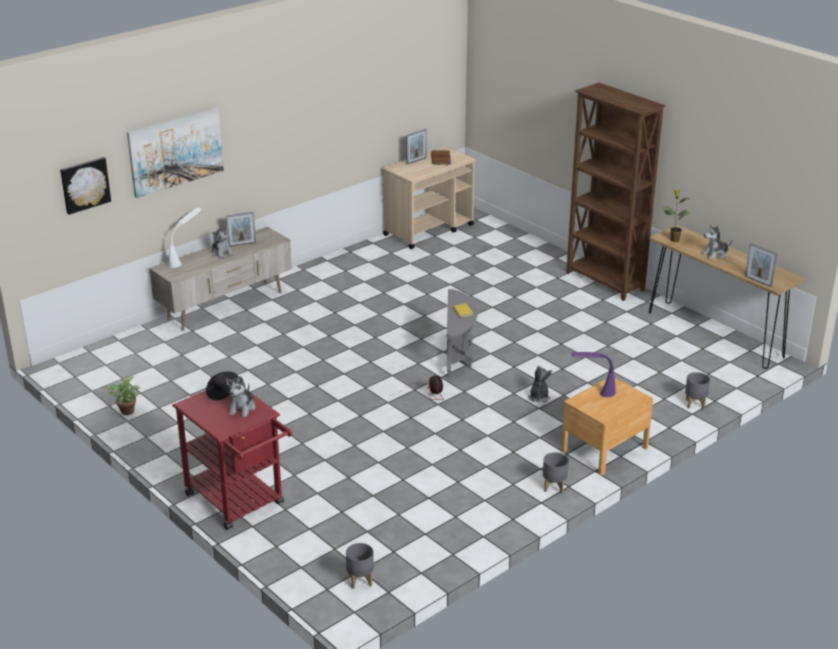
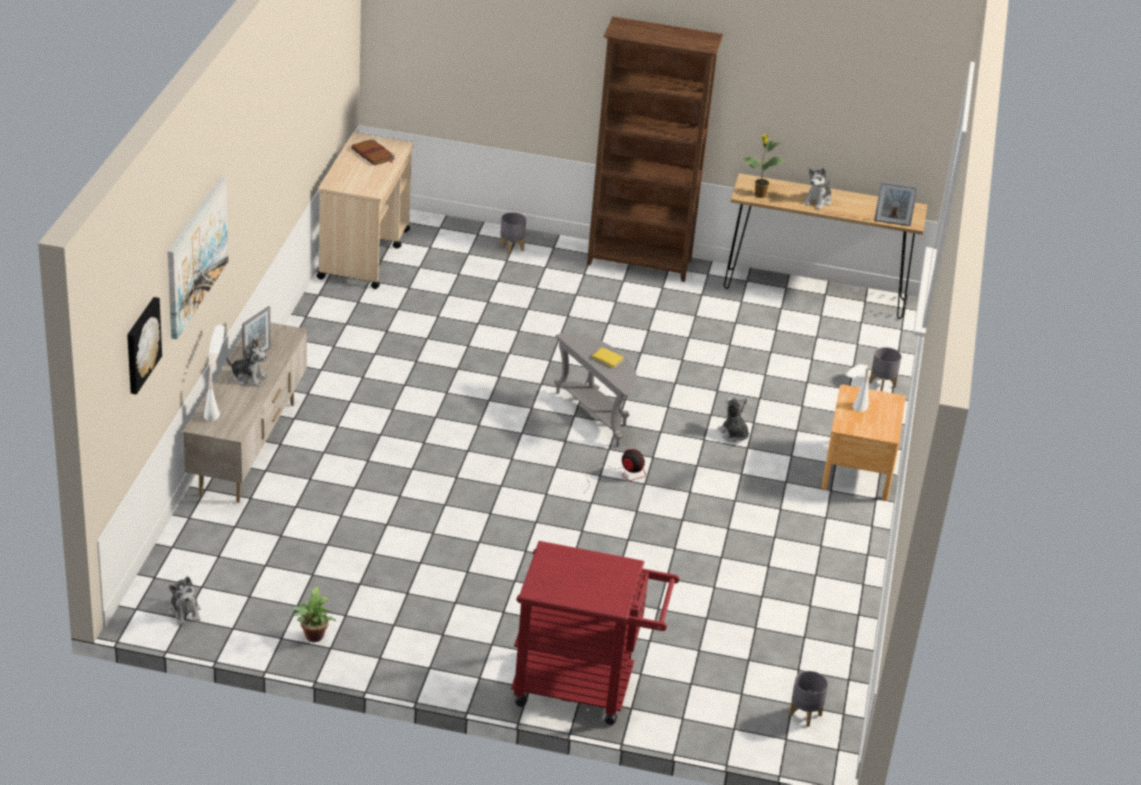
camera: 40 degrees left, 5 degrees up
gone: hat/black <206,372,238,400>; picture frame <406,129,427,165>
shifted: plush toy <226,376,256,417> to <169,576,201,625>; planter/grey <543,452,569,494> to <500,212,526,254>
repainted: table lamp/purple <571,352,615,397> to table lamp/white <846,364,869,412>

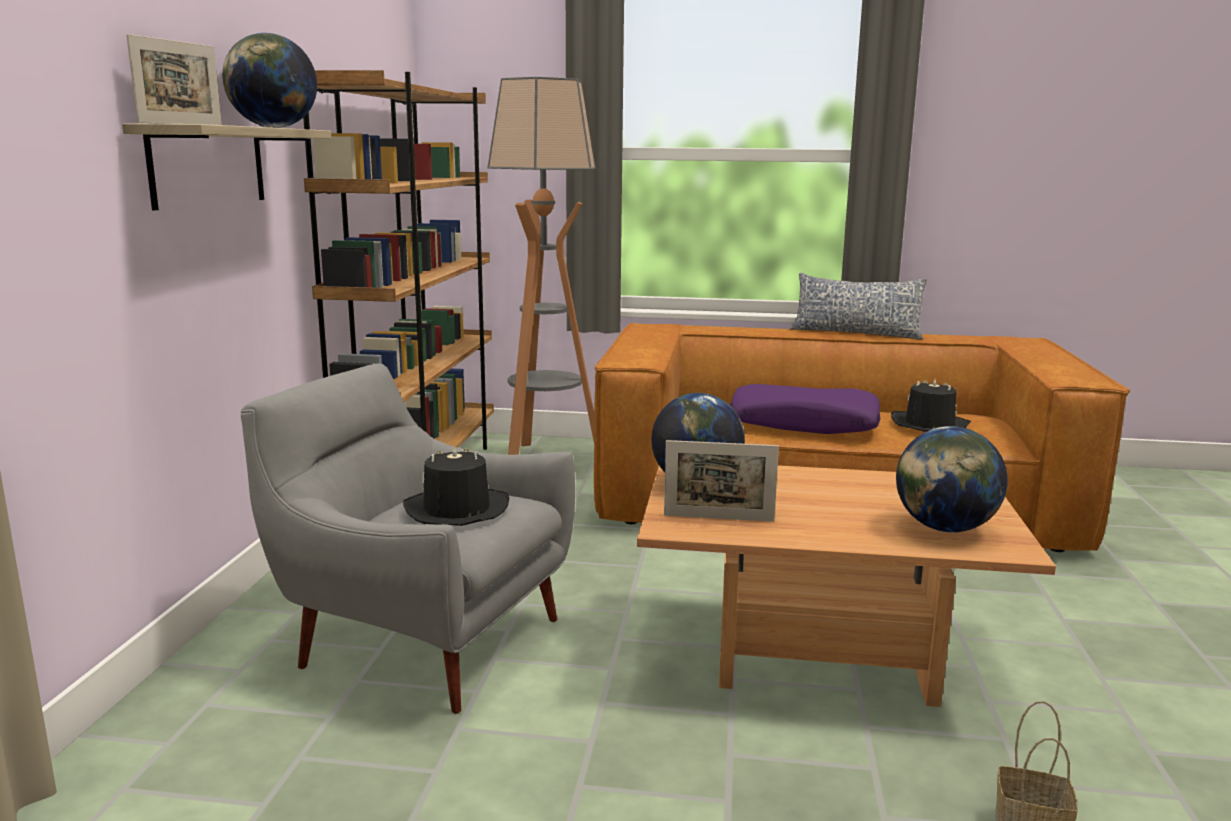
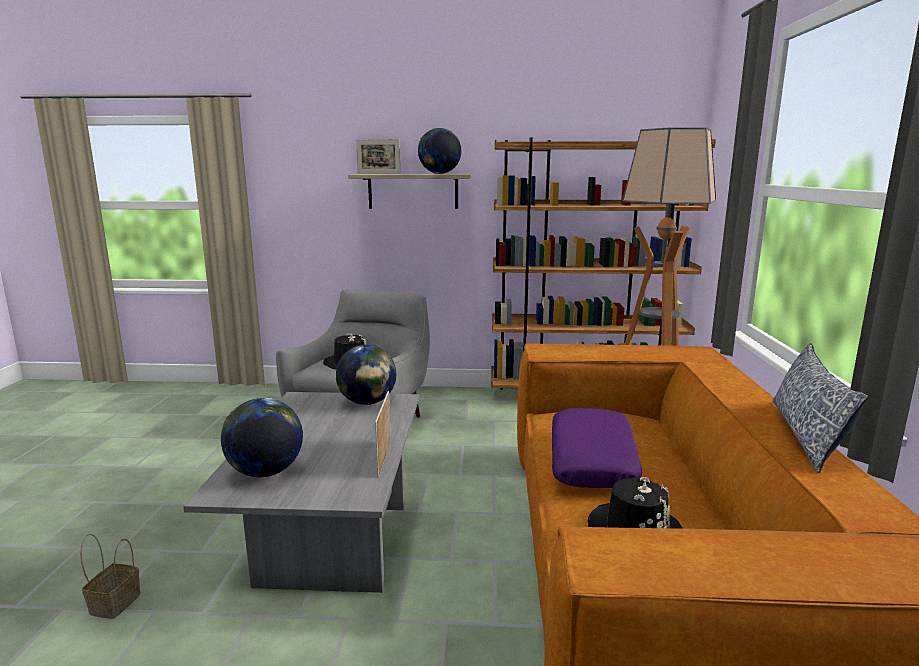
camera: 85 degrees right, 0 degrees up
shifted: picture frame <664,440,779,522> to <375,391,391,478>
repainted: coffee table/brown <637,465,1056,707> to coffee table/grey <183,392,419,593>

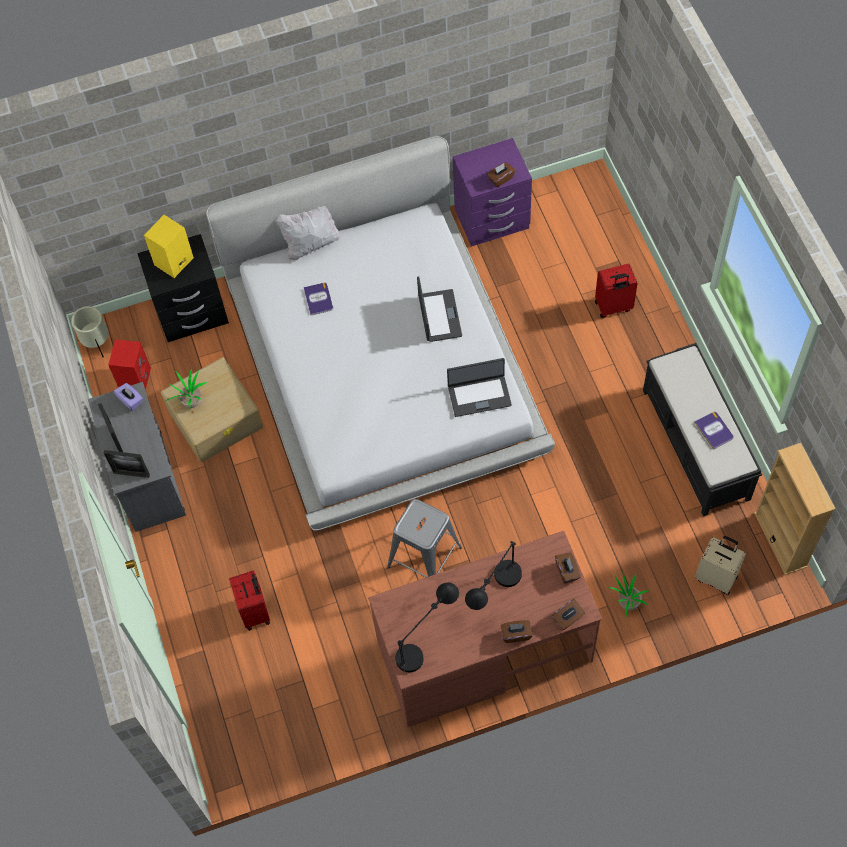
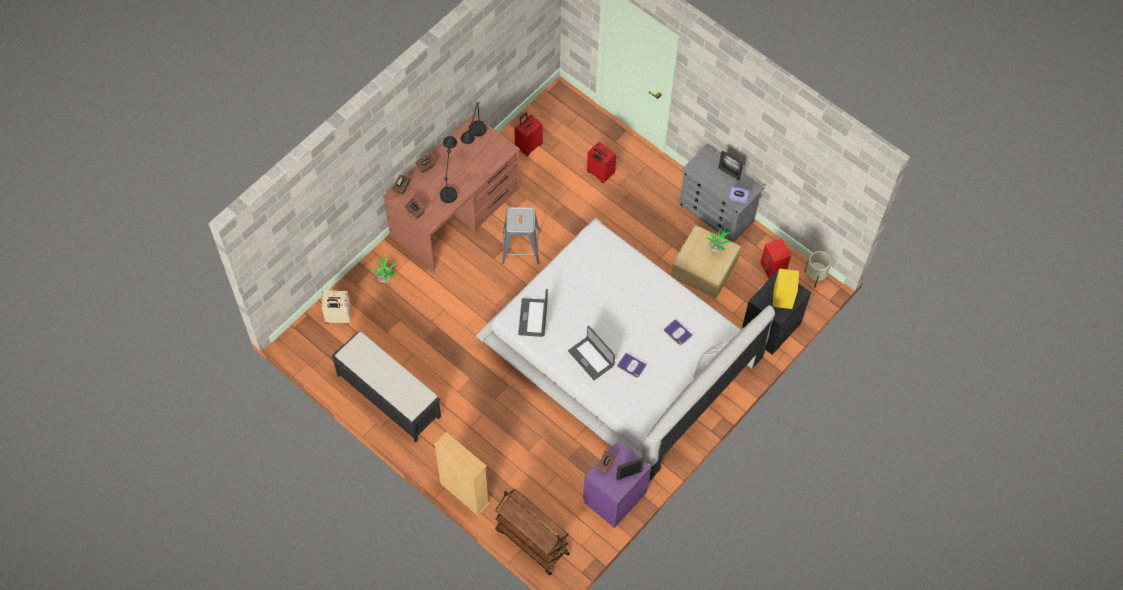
camera: 145 degrees right, 0 degrees up
new: cart/brown <495,489,570,575>
shifted: picture frame <104,450,150,478> to <616,457,644,481>; suitcase/red <595,264,638,318> to <514,113,543,156>; book <694,412,734,450> to <617,353,647,378>; bookcase/beige <754,443,836,575> to <434,432,490,515>
rotated: laptop <447,358,512,417> = <518,289,548,337> 45 degrees counterclockwise

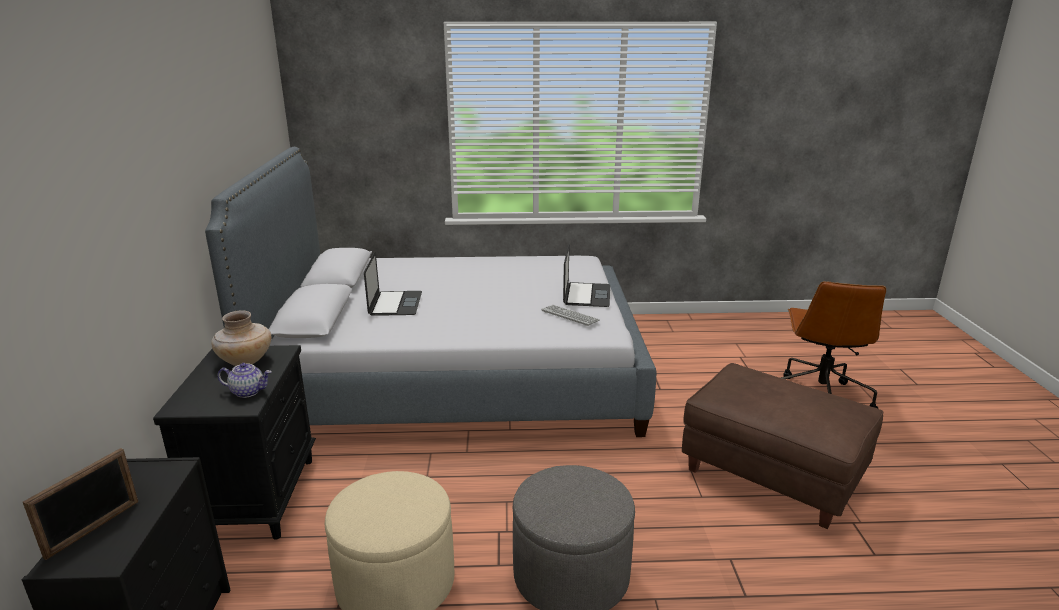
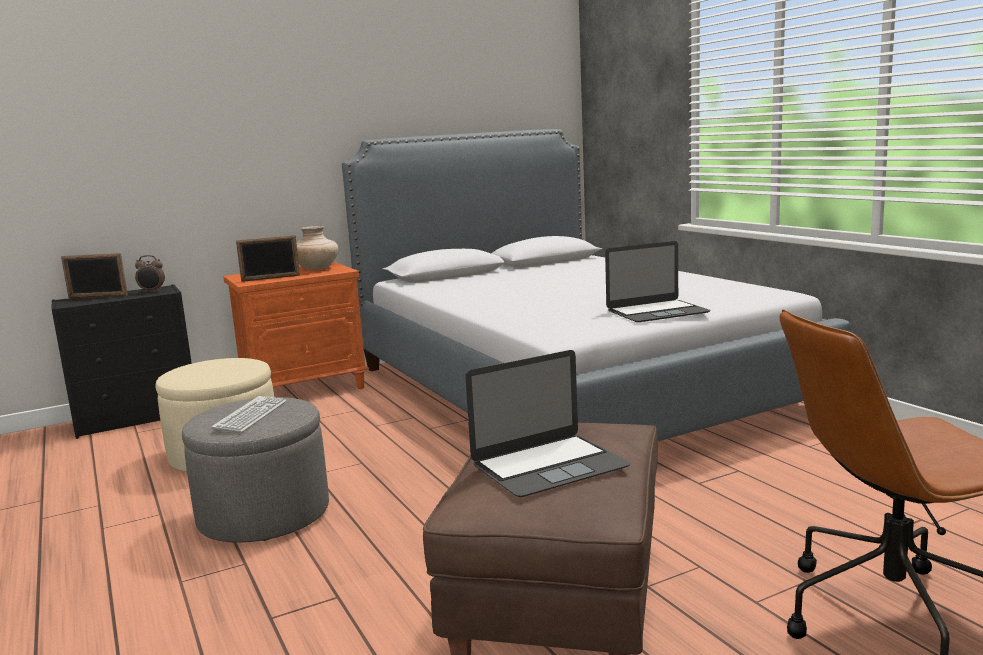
camera: 65 degrees right, 10 degrees down
new: alarm clock <135,255,165,293>
shifted: laptop <364,252,422,316> to <465,350,630,497>; keyboard <541,305,600,326> to <211,396,287,433>
swapped: teapot <218,363,271,398> to picture frame <236,235,300,282>
repainted: nightstand/black <153,345,316,540> to nightstand/orange <223,262,369,389>

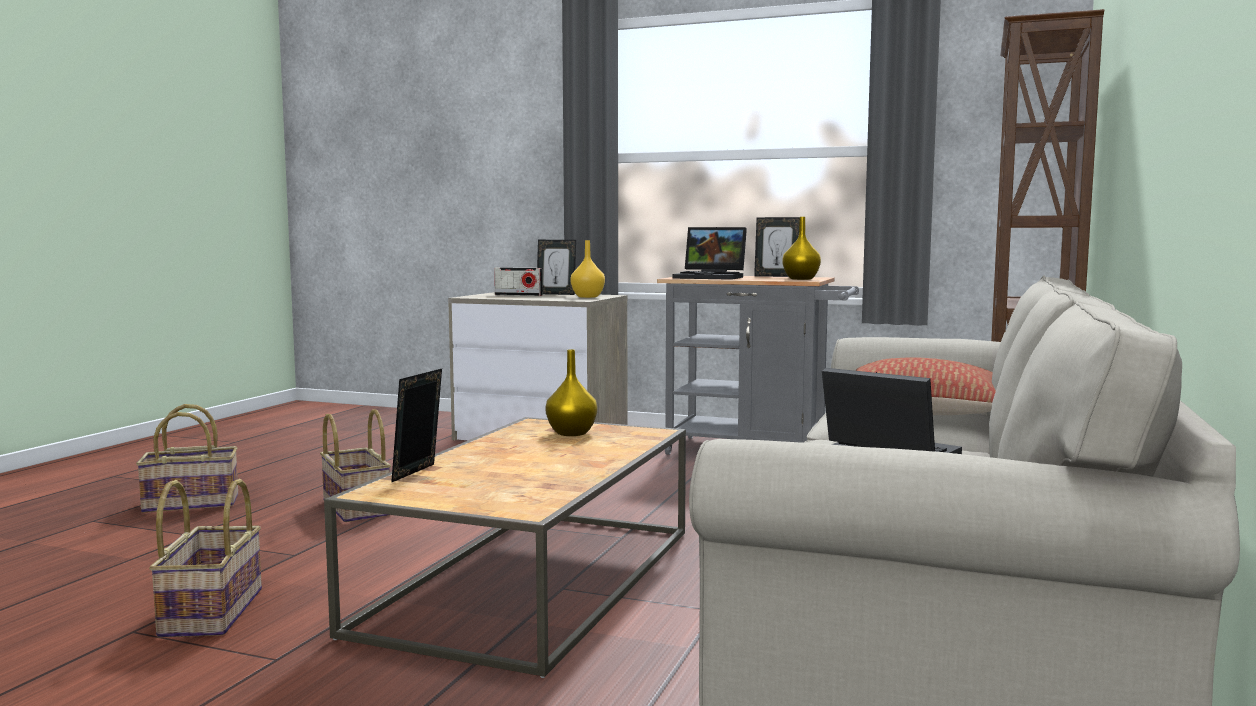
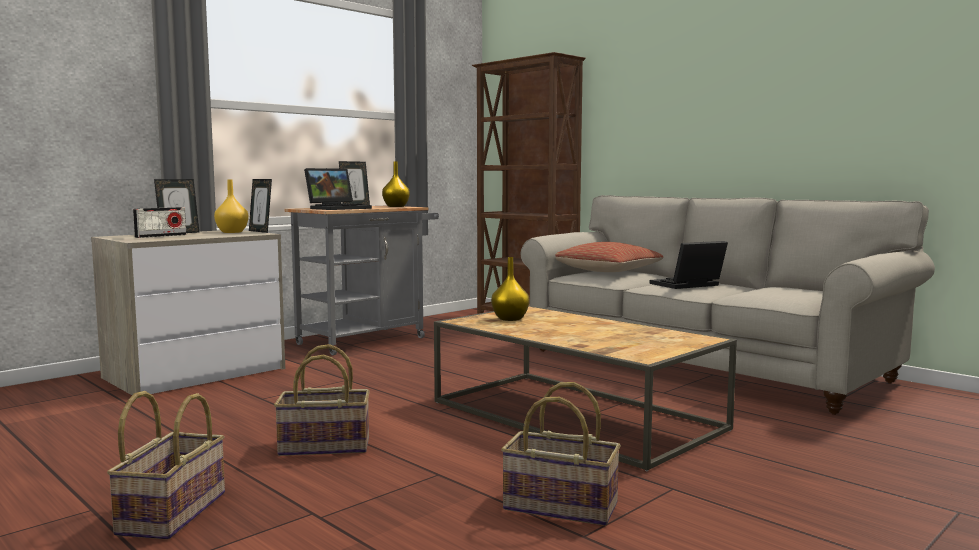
camera: 65 degrees left, 0 degrees up
shifted: picture frame <391,369,442,483> to <249,179,272,233>

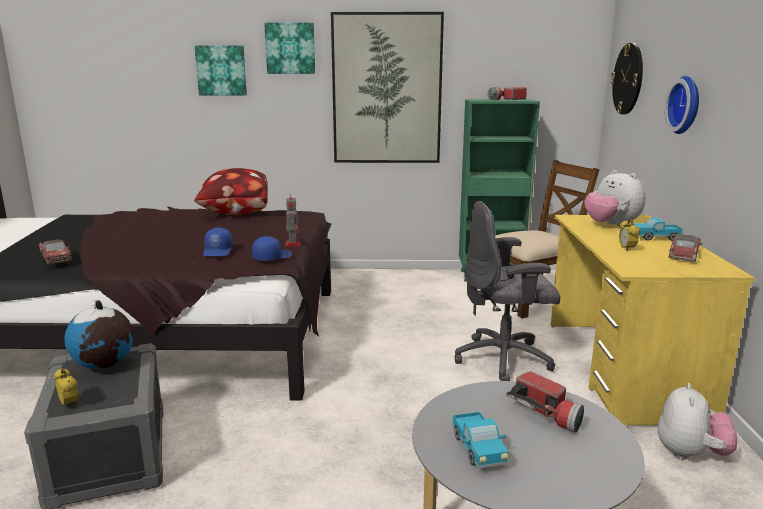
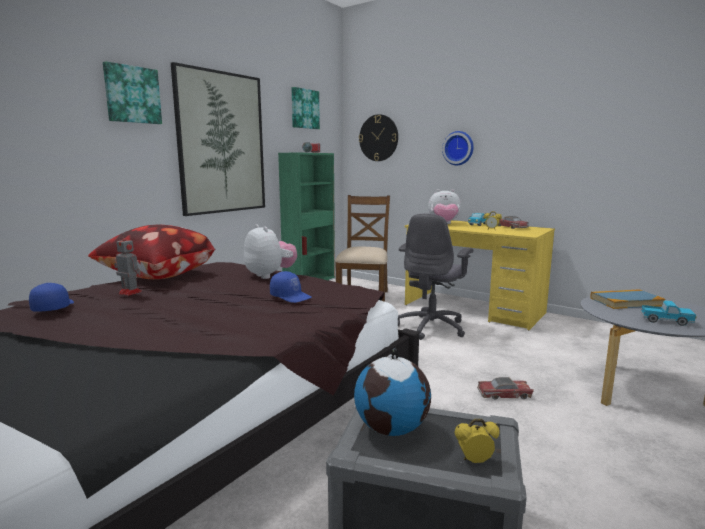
camera: 55 degrees left, 5 degrees down
shifted: toy car <39,239,72,264> to <477,377,534,400>; picture <195,45,247,95> to <292,87,320,129>; cap/blue <252,236,292,261> to <29,283,74,311>; toy robot <286,192,301,247> to <114,233,143,296>; plush toy <658,383,738,460> to <244,224,297,279>
swapped: flashlight <506,371,584,433> to book <590,289,666,309>

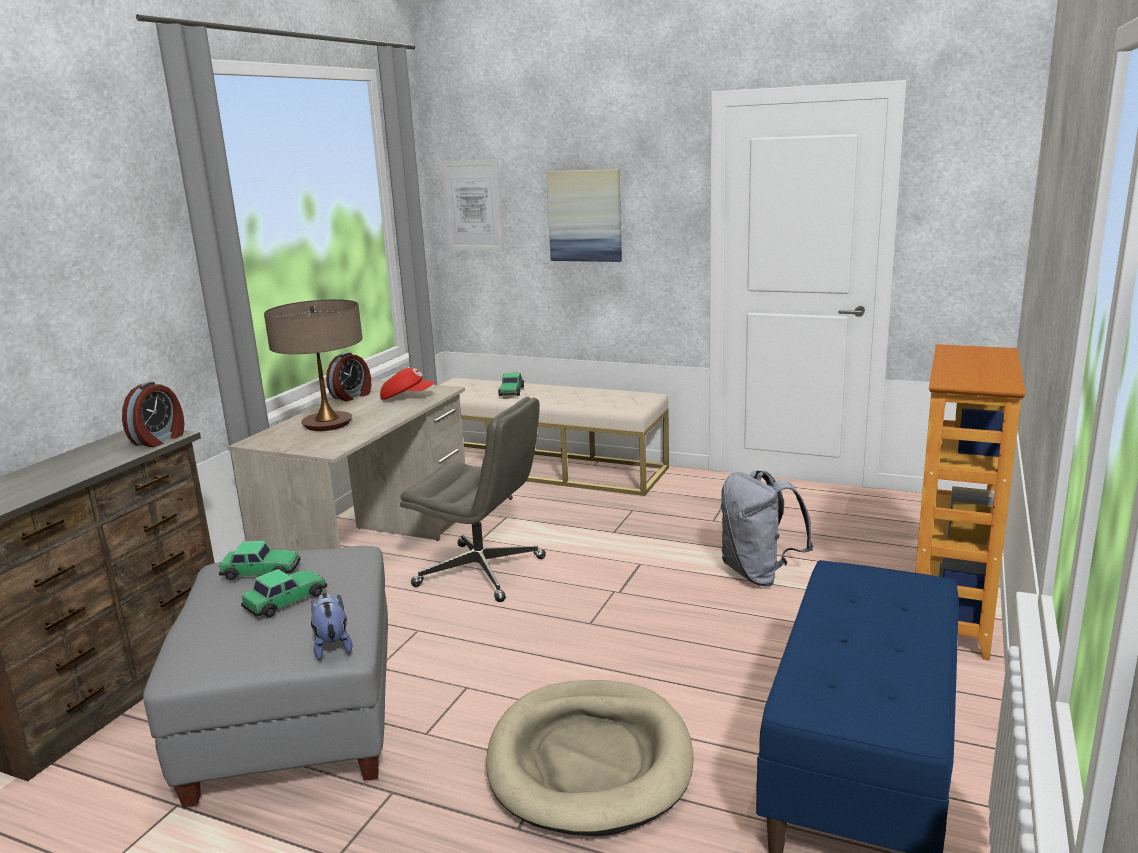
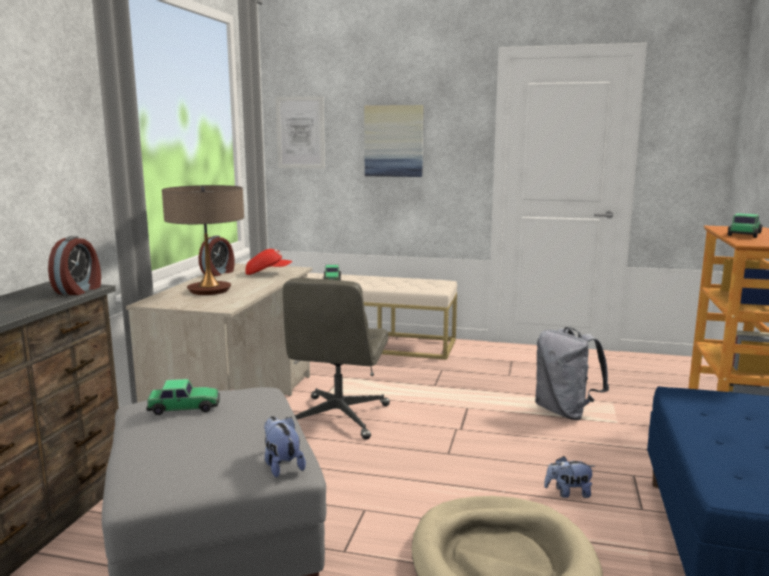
camera: 10 degrees left, 5 degrees down
new: plush toy <544,456,595,498>
shifted: toy car <241,569,327,617> to <728,213,763,238>
rotated: office chair/grey <400,397,546,602> = <283,278,390,440> 90 degrees clockwise

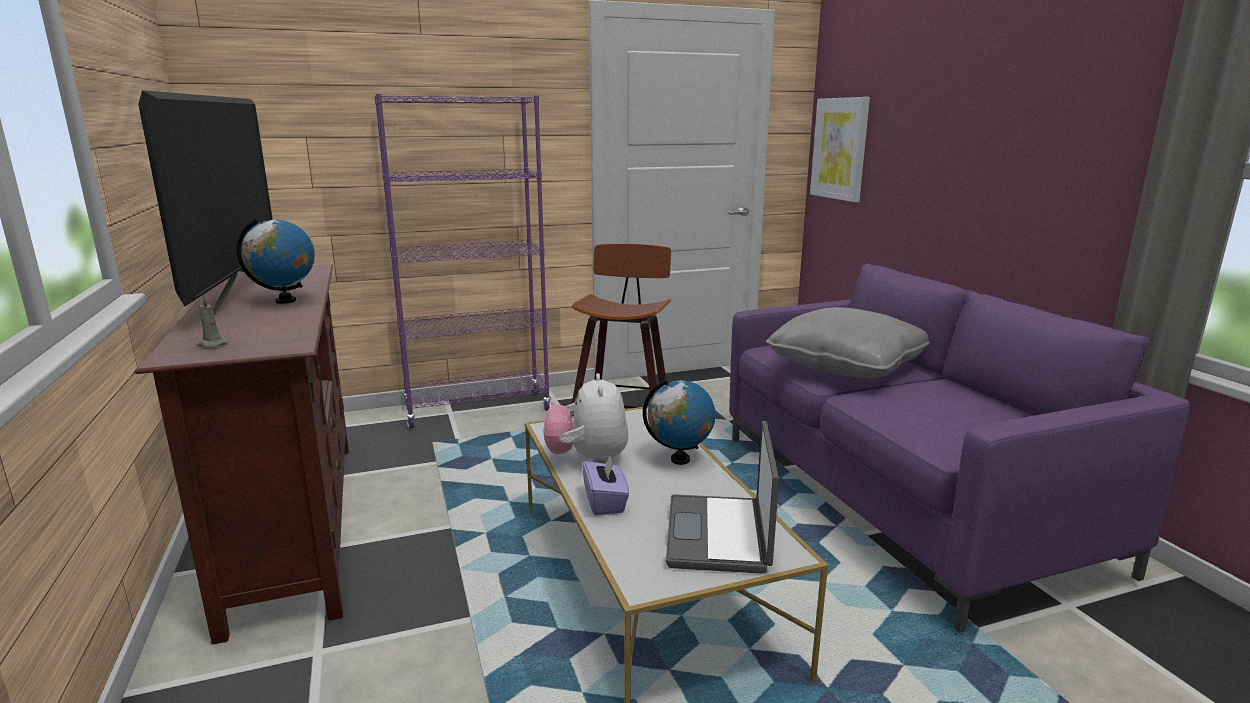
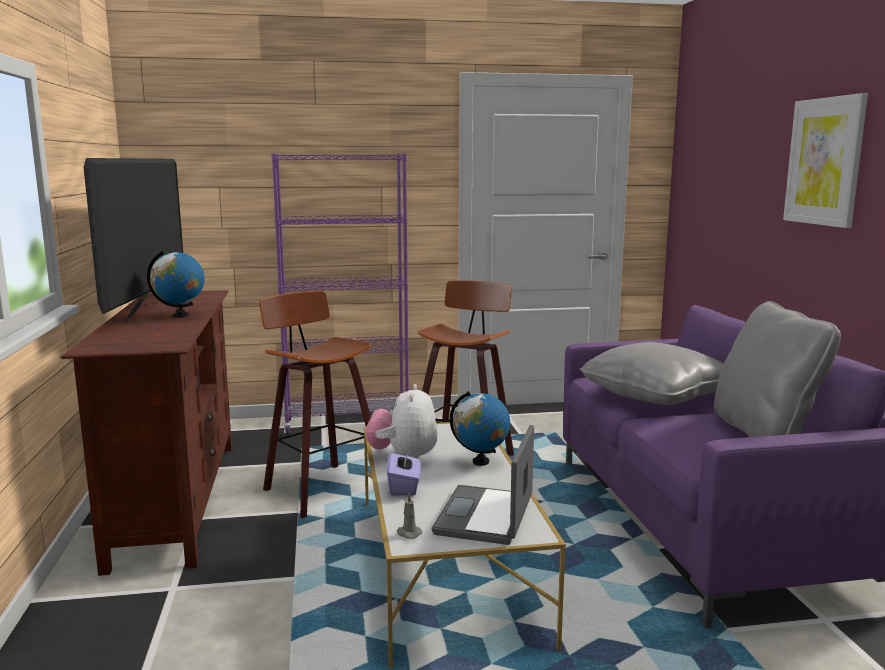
camera: 10 degrees right, 5 degrees down
new: stool <259,291,371,519>; pillow/grey <714,301,841,437>
shifted: candle/grey <197,295,229,348> to <397,493,422,539>; picture <810,97,870,202> to <783,93,868,228>

